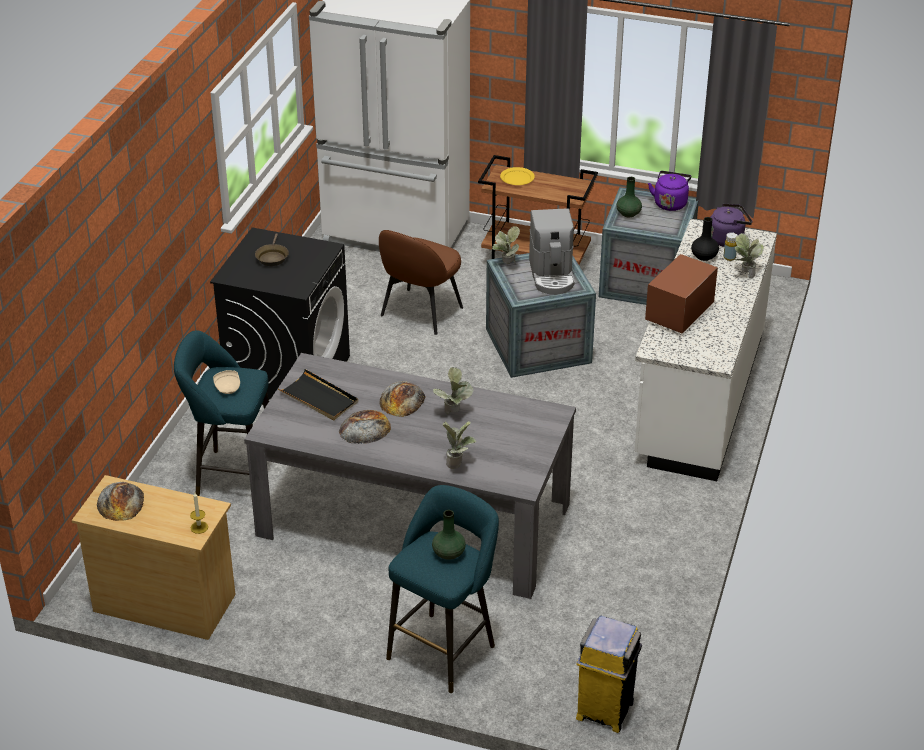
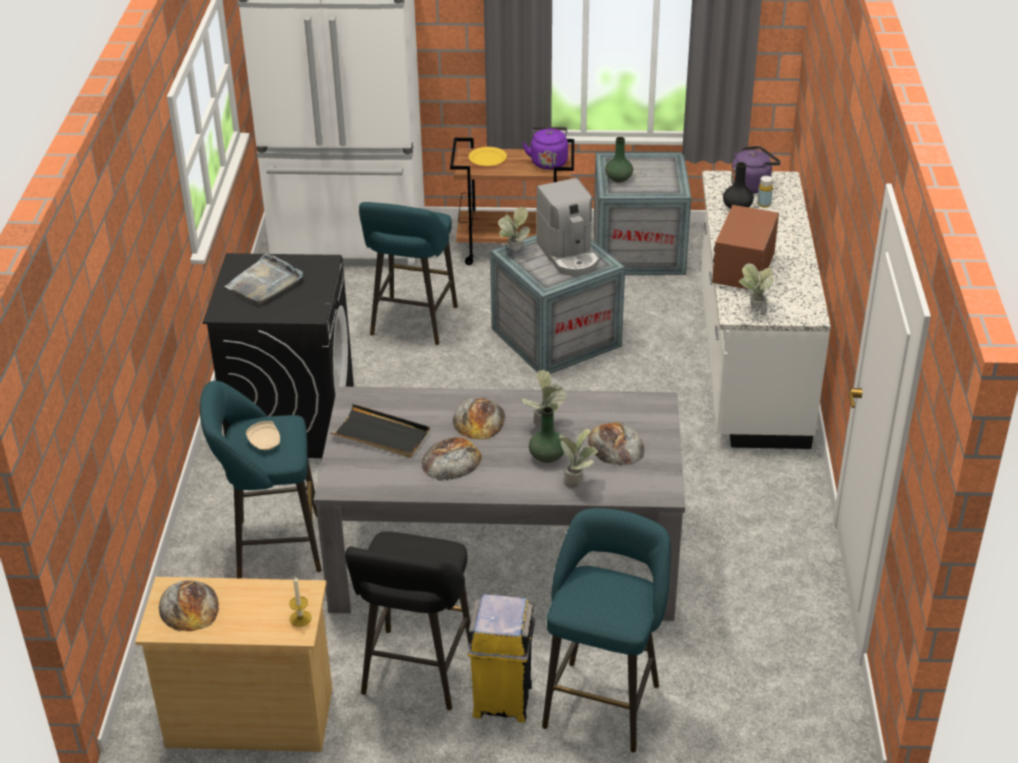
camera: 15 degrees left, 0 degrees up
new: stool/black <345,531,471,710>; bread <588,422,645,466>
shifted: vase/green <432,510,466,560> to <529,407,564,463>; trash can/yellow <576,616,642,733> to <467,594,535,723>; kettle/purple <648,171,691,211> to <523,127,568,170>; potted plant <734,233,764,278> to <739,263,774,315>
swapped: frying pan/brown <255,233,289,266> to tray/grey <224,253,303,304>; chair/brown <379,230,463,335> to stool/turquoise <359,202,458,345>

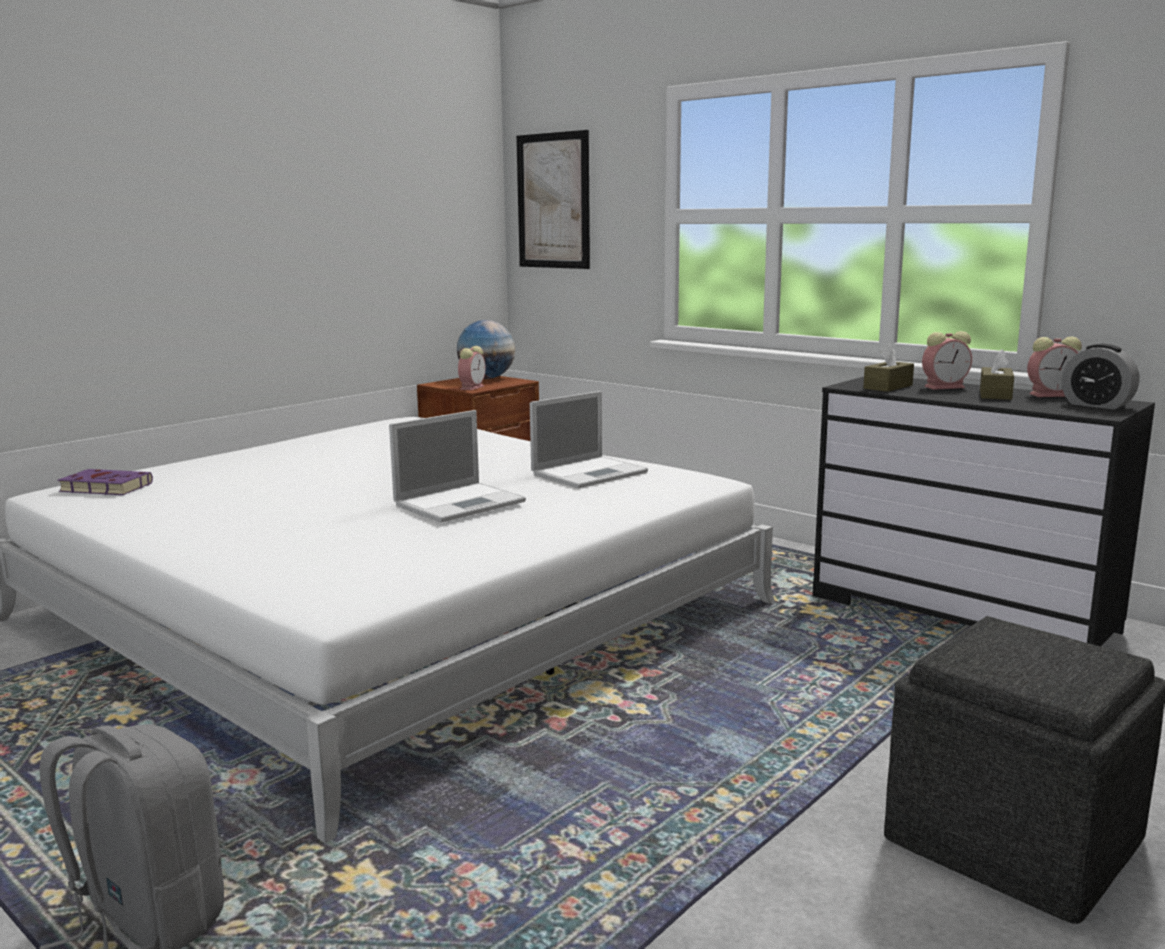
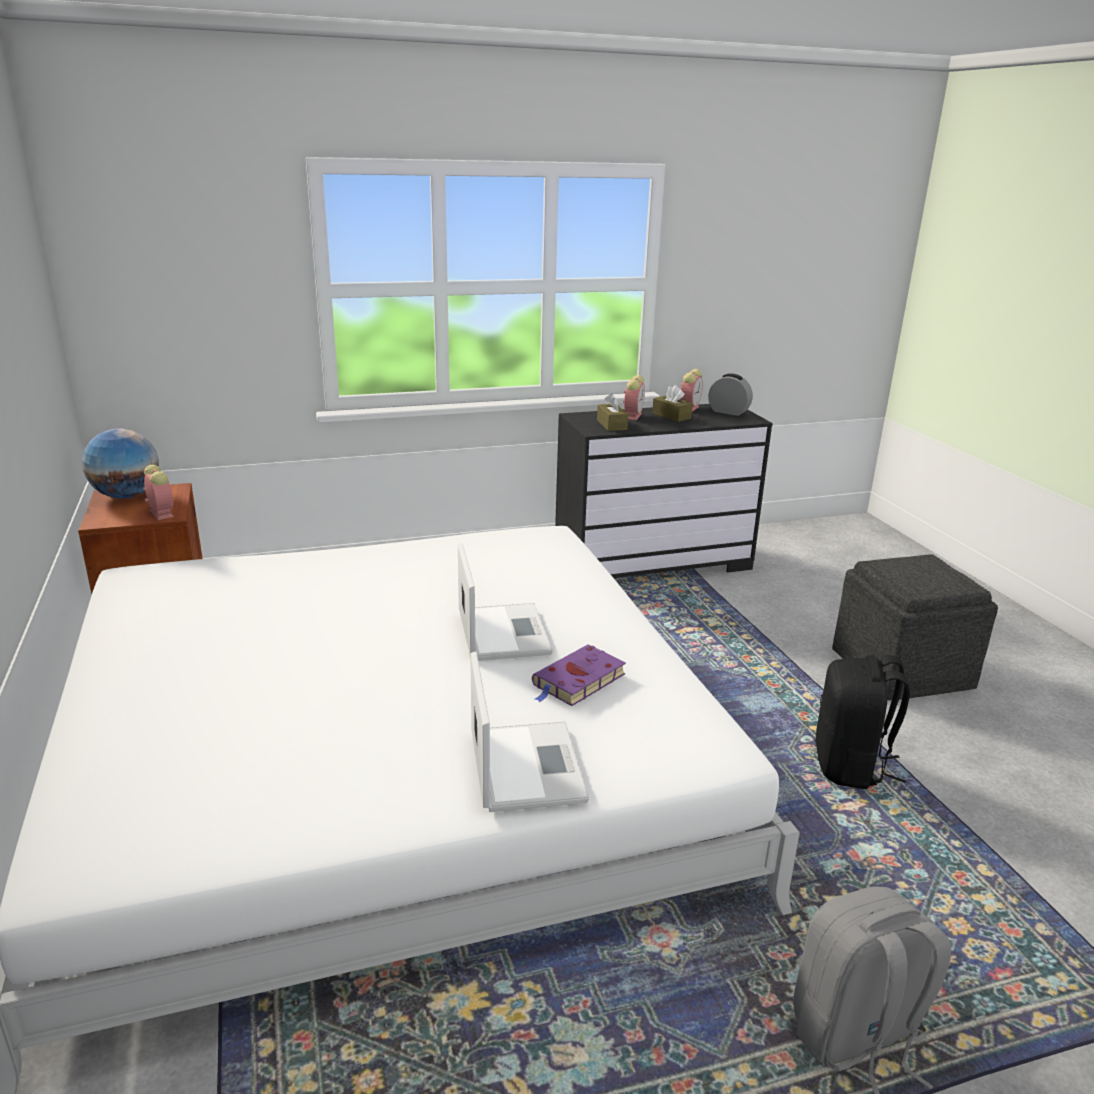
camera: 60 degrees left, 10 degrees up
gone: picture <516,130,590,269>
new: backpack/black <815,655,910,789>
shifted: book/purple <57,469,153,495> to <532,644,626,706>; laptop <530,391,648,488> to <470,651,589,812>
rotated: alarm clock <1061,344,1139,409> = <708,373,753,416> 135 degrees counterclockwise

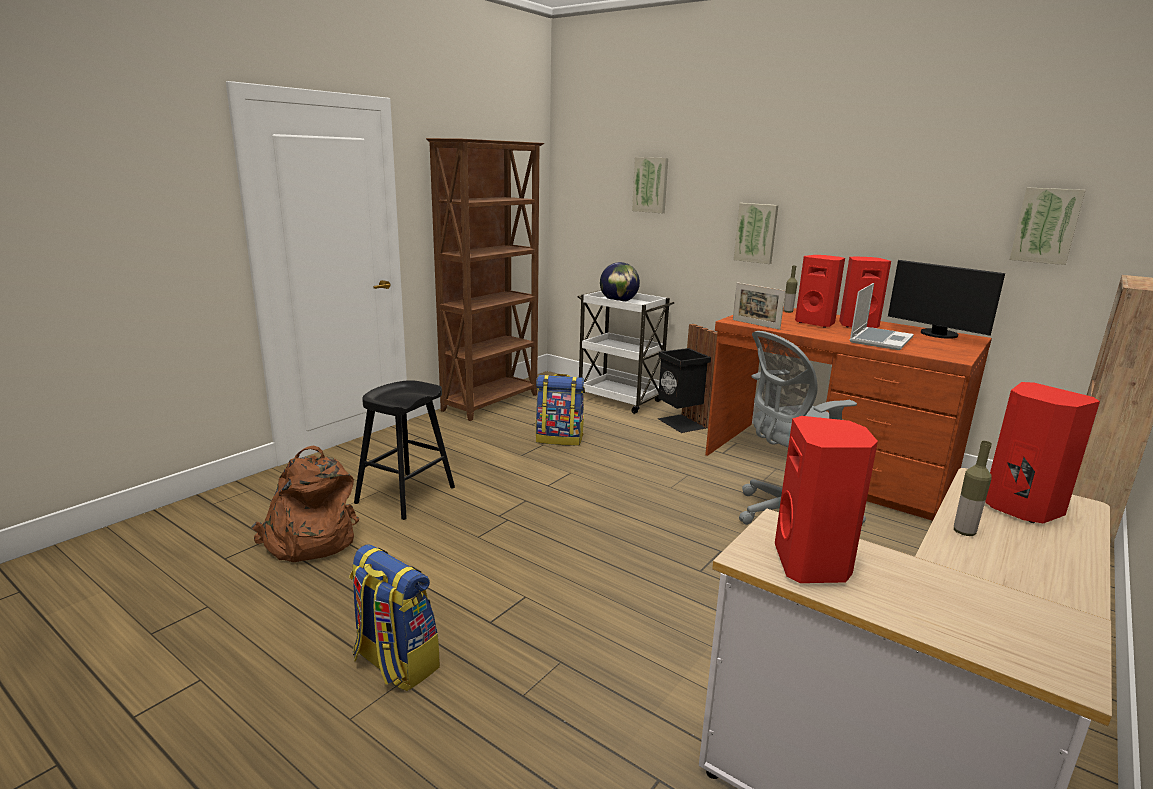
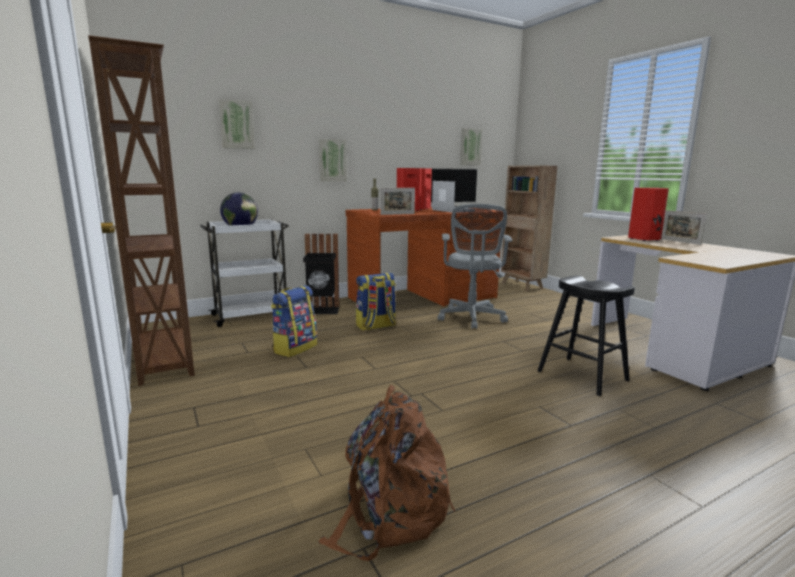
camera: 65 degrees left, 5 degrees down
gone: speaker/red <775,416,878,583>; bottle <954,441,992,536>
new: picture frame <661,210,707,245>
shifted: backpack <349,544,440,691> to <356,273,396,331>; stool/black <354,380,455,520> to <537,275,635,396>

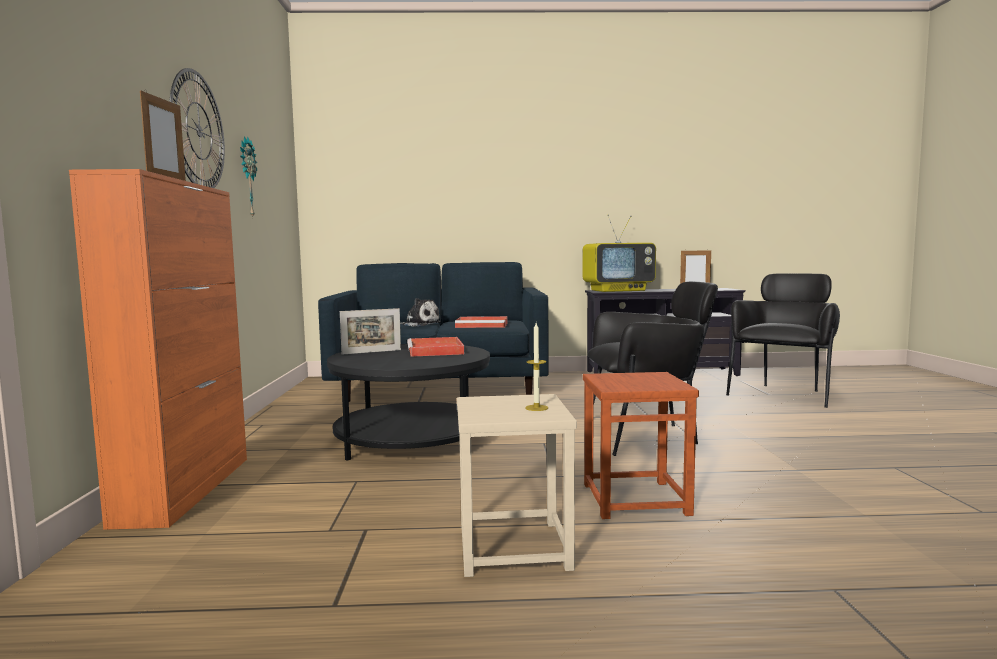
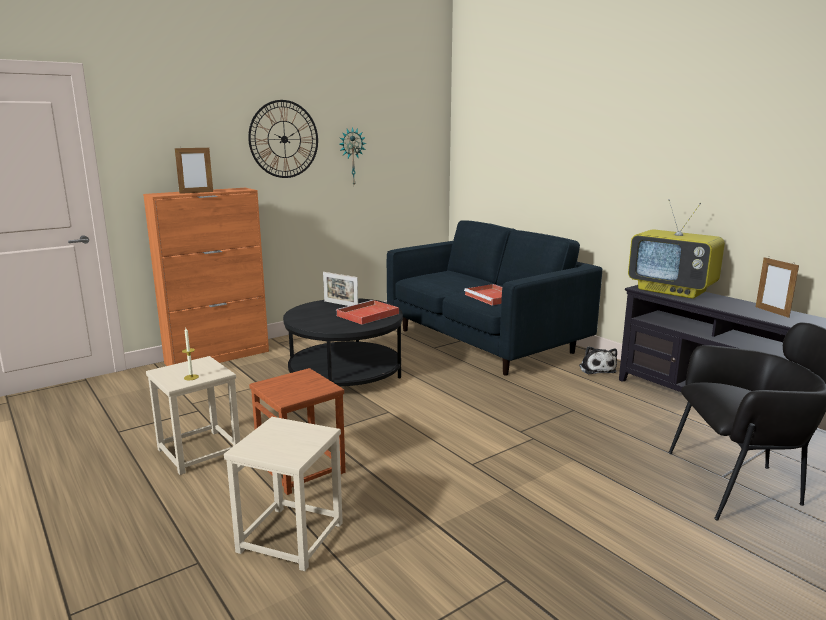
camera: 55 degrees right, 10 degrees up
gone: armchair/black <588,281,718,456>
new: stool/beige <224,417,343,571>
shifted: plush toy <400,298,441,327> to <579,346,617,374>

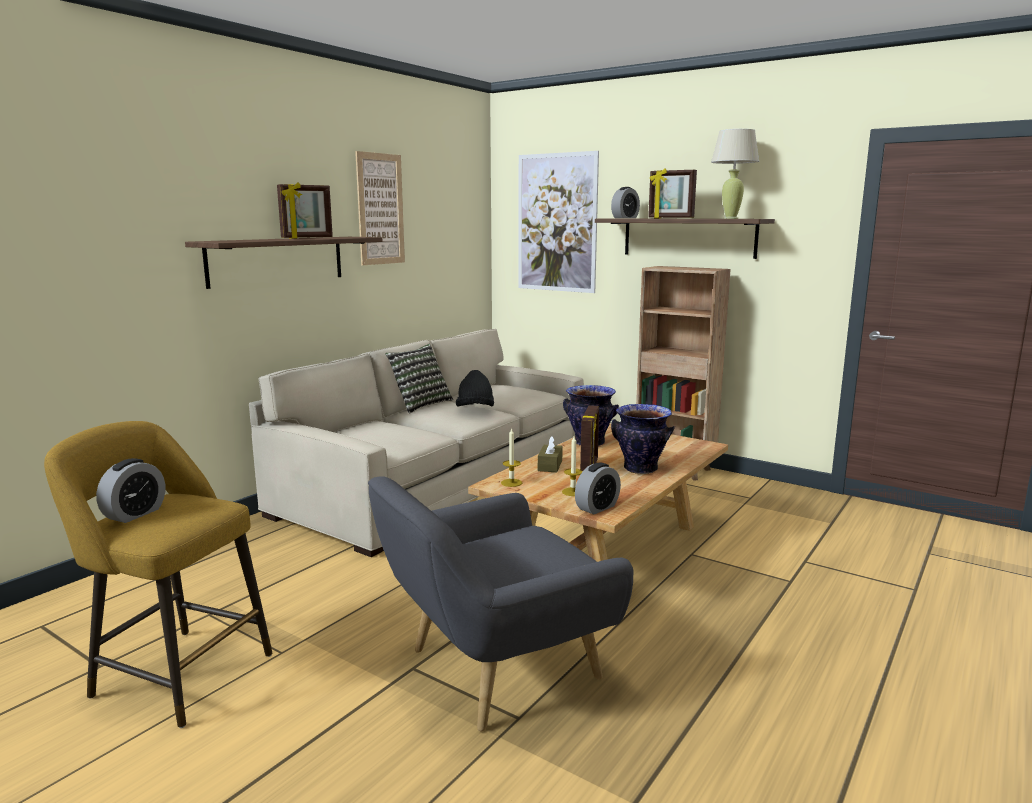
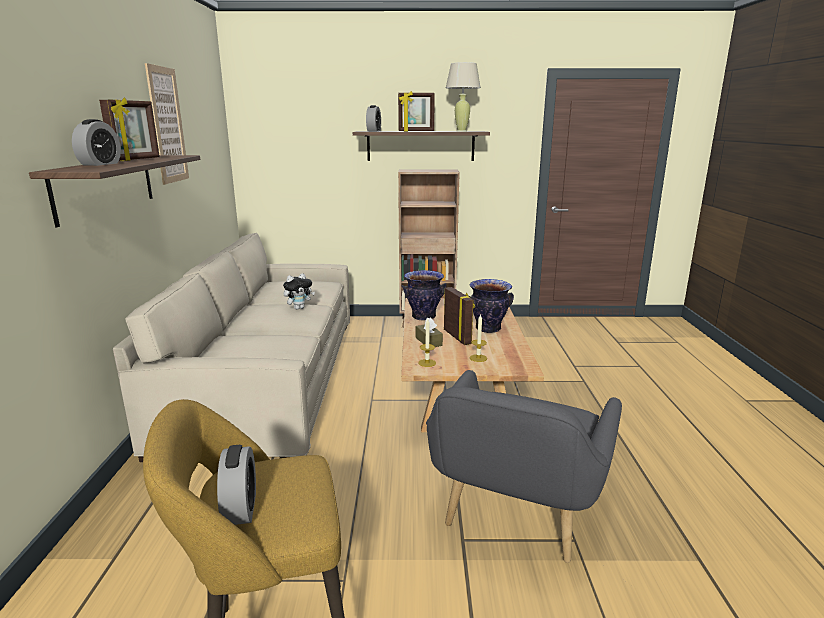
camera: 35 degrees left, 5 degrees up
gone: pillow <385,344,453,414>; picture <519,151,599,293>
shifted: alarm clock <575,462,621,515> to <72,119,121,166>
swapped: hat/black <456,370,494,407> to plush toy <283,273,315,310>

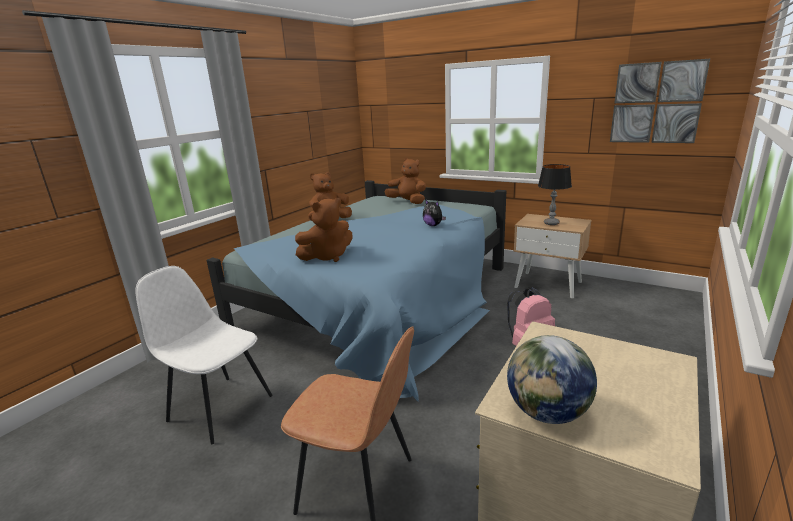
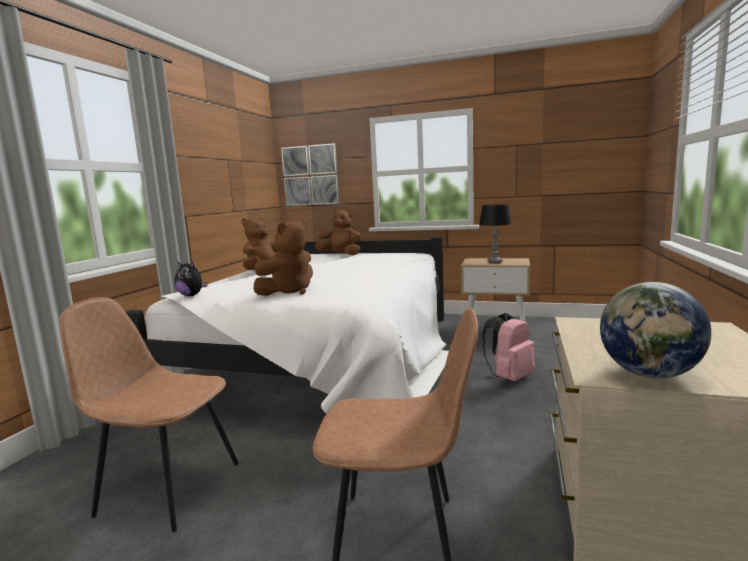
camera: 15 degrees left, 10 degrees down
shifted: plush toy <423,199,446,226> to <175,261,207,296>; picture <610,59,710,143> to <281,143,340,206>
repainted: chair/white <135,266,272,445> to chair/brown <59,297,238,532>; bed/blue <206,180,506,402> to bed/white <126,236,449,414>

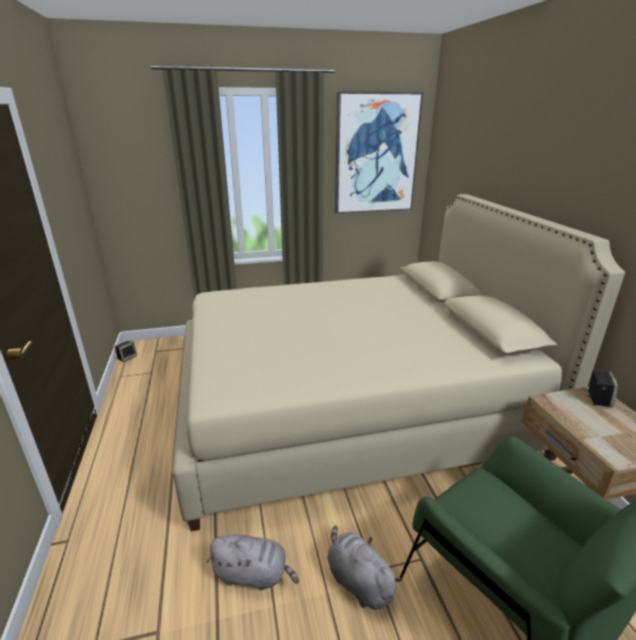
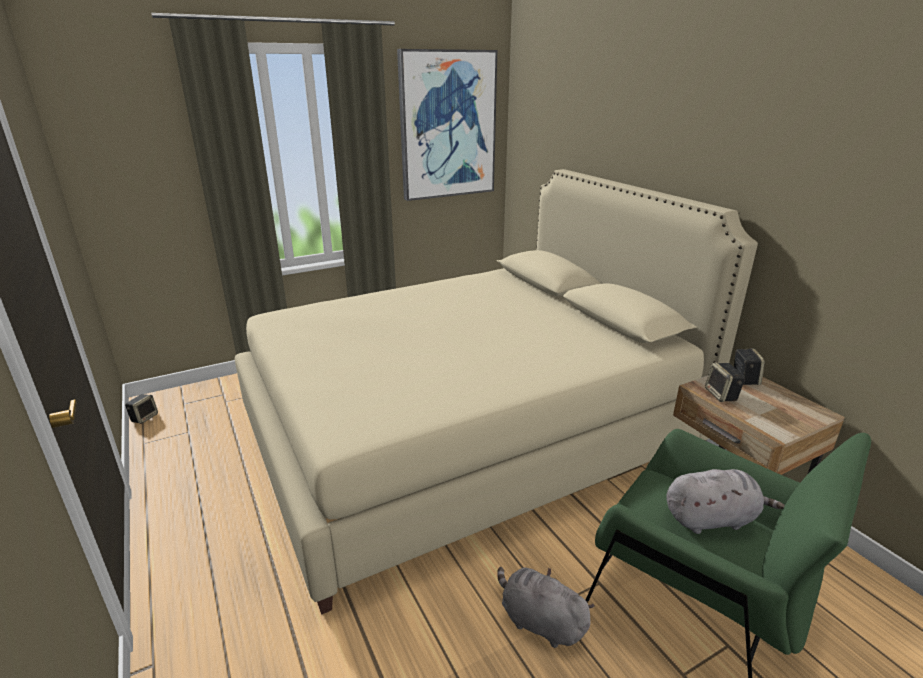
camera: 15 degrees left, 0 degrees up
new: speaker <705,363,745,402>
shifted: plush toy/grey <207,534,299,590> to <666,469,785,534>

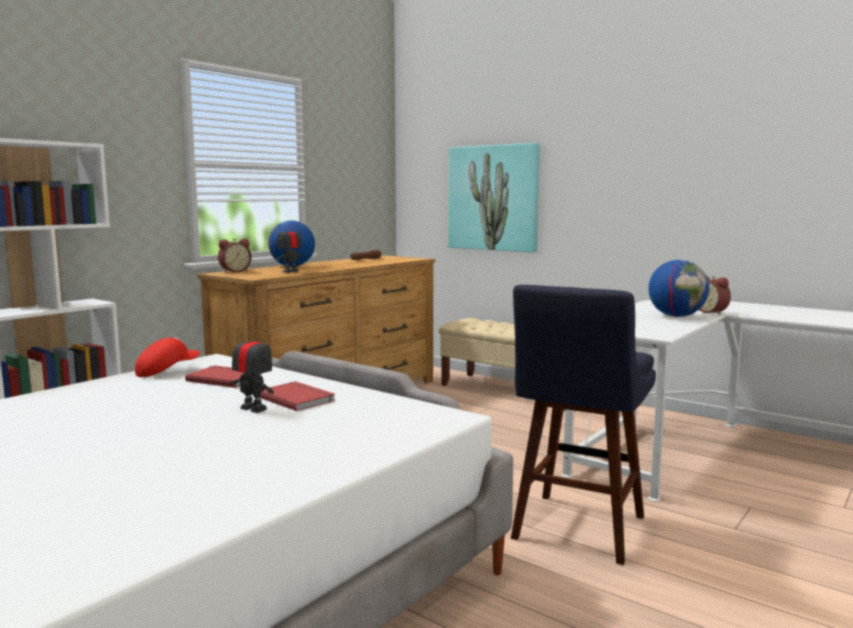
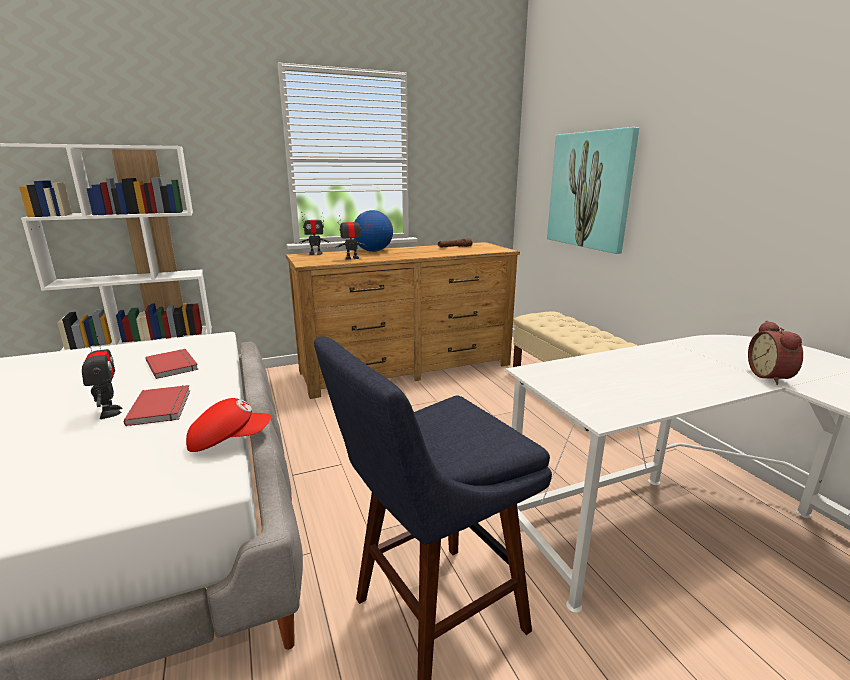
camera: 30 degrees right, 10 degrees up
gone: globe <649,260,709,317>
shifted: cap/red <135,337,200,377> to <186,398,271,452>
swapped: alarm clock <218,239,252,272> to toy robot <301,212,330,255>

